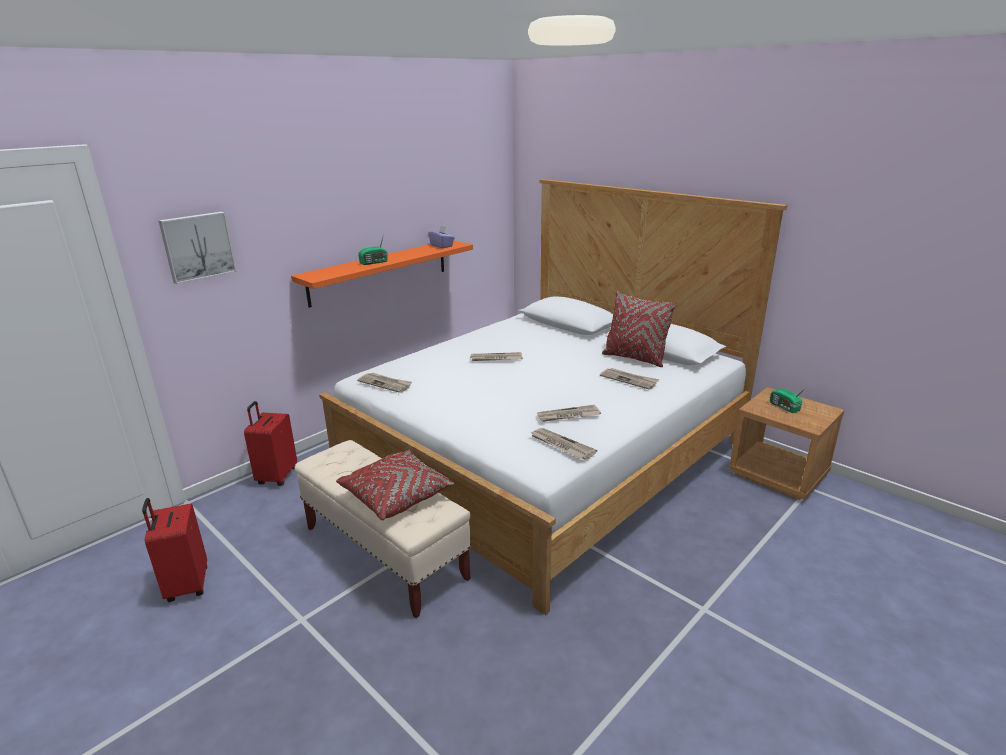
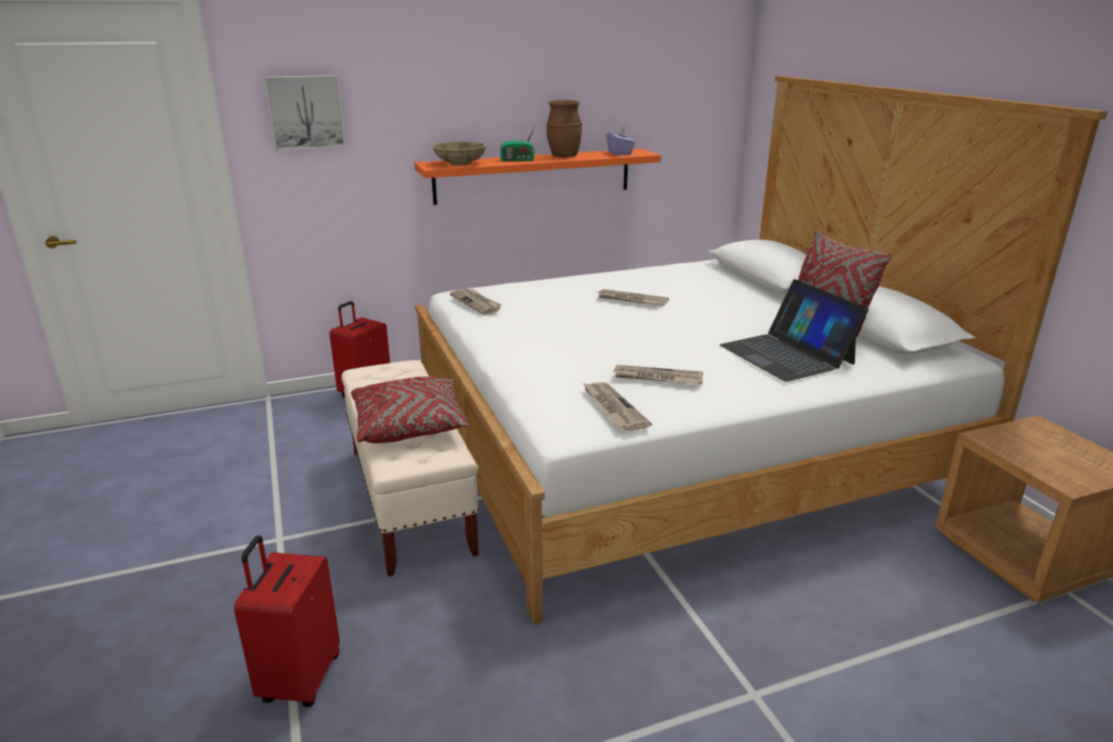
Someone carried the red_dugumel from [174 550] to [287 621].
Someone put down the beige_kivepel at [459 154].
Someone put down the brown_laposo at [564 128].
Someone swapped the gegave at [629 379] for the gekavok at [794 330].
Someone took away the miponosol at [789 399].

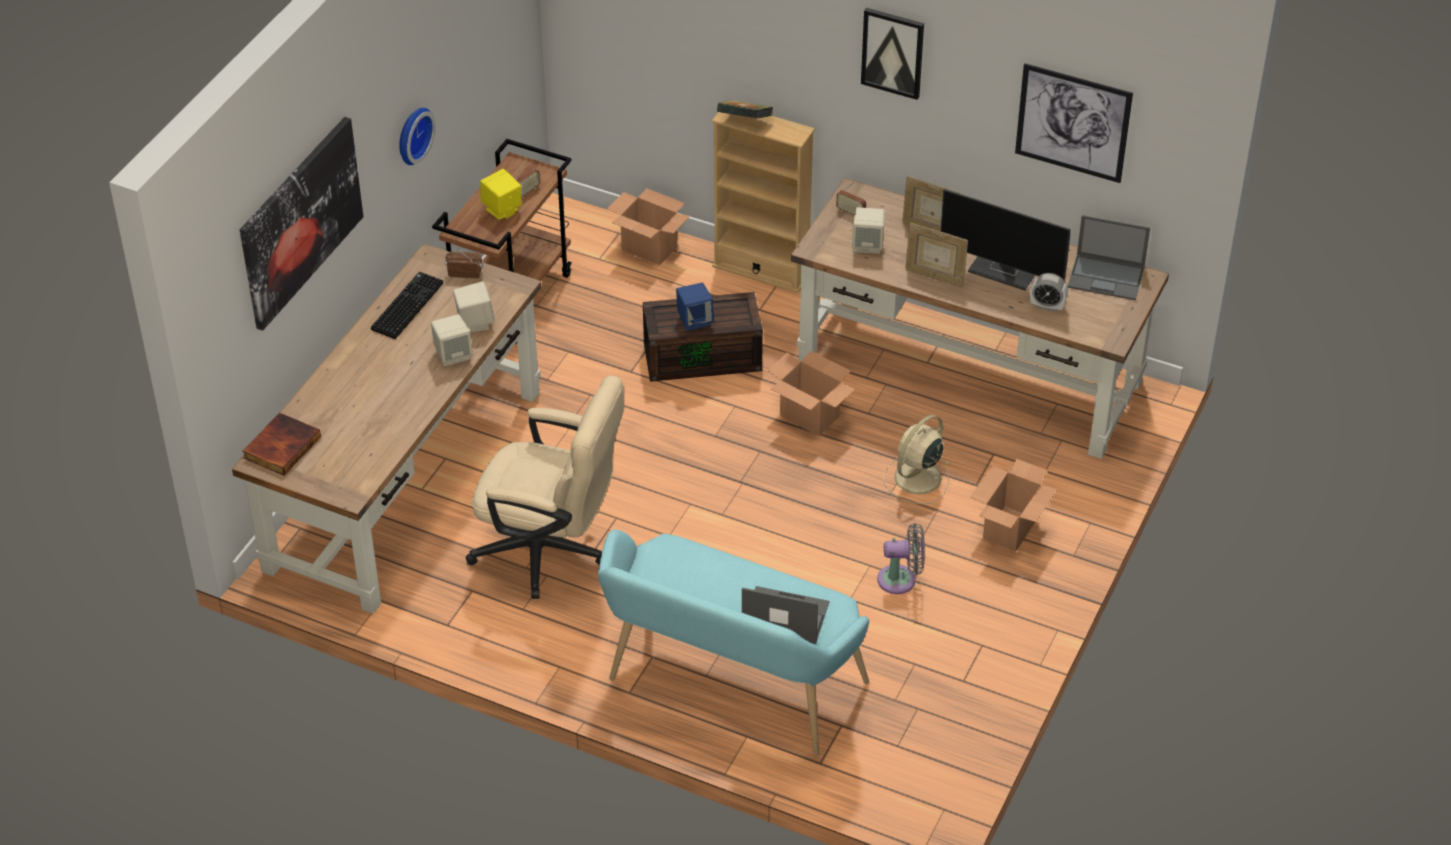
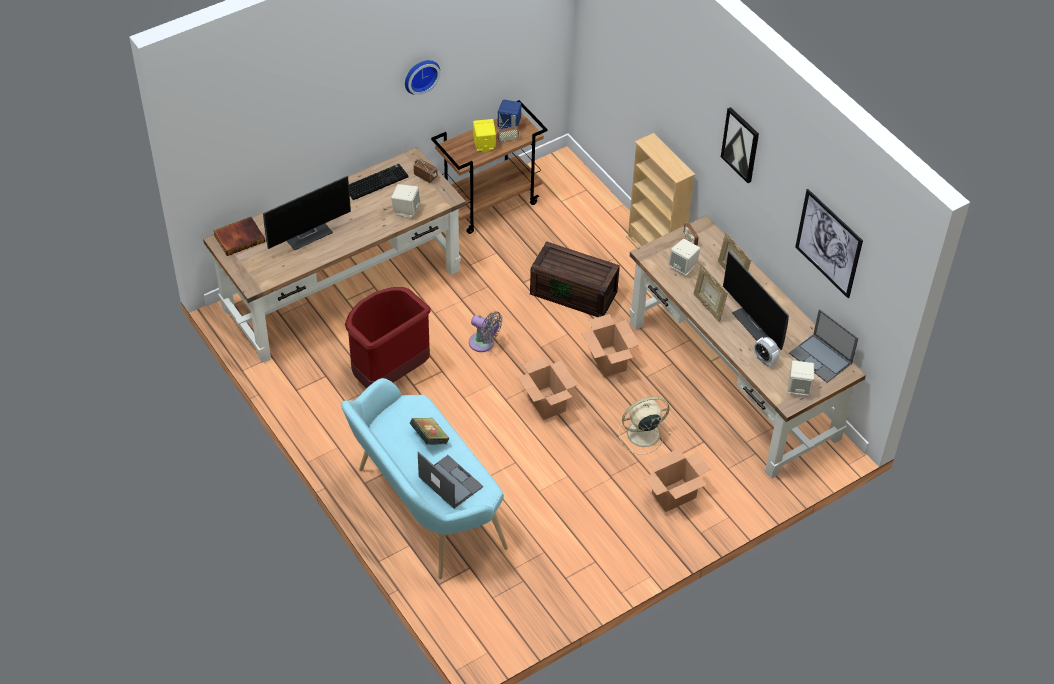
Someone put down the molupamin at [307 213].
Someone swapped the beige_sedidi at [545 487] for the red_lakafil at [388 337].
Someone carried the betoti from [745 109] to [430 431].
Someone carried the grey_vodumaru from [901 558] to [485 331].
Someone carried the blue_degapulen from [695 307] to [509 114].
Someone carried the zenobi from [648 226] to [548 388].
Someone carried the beige_degapulen from [452 340] to [801 378].
Someone took away the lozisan at [301 224].

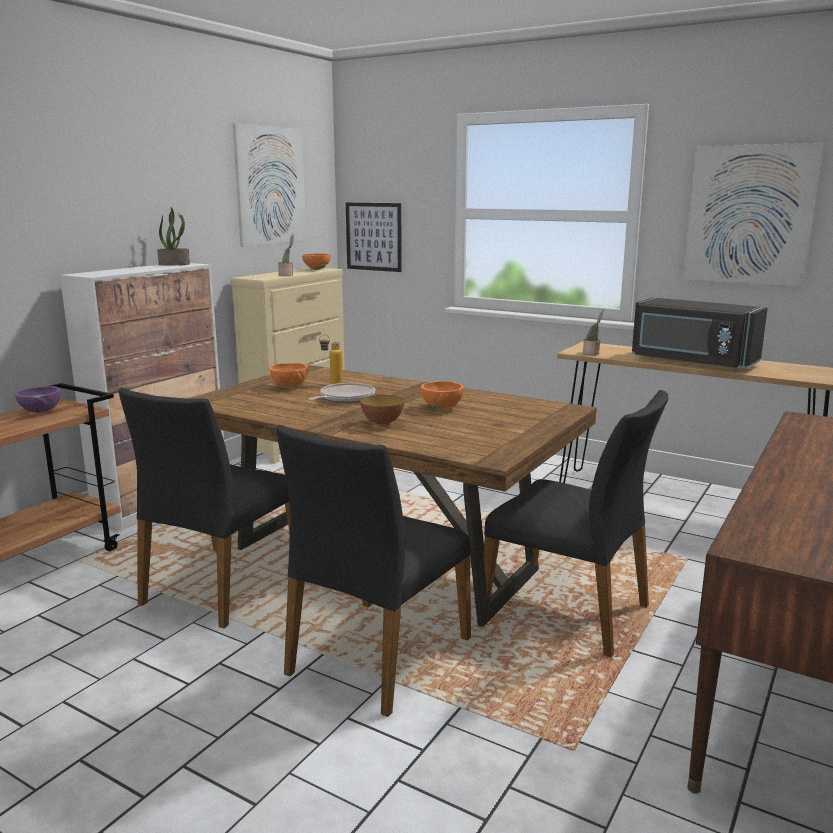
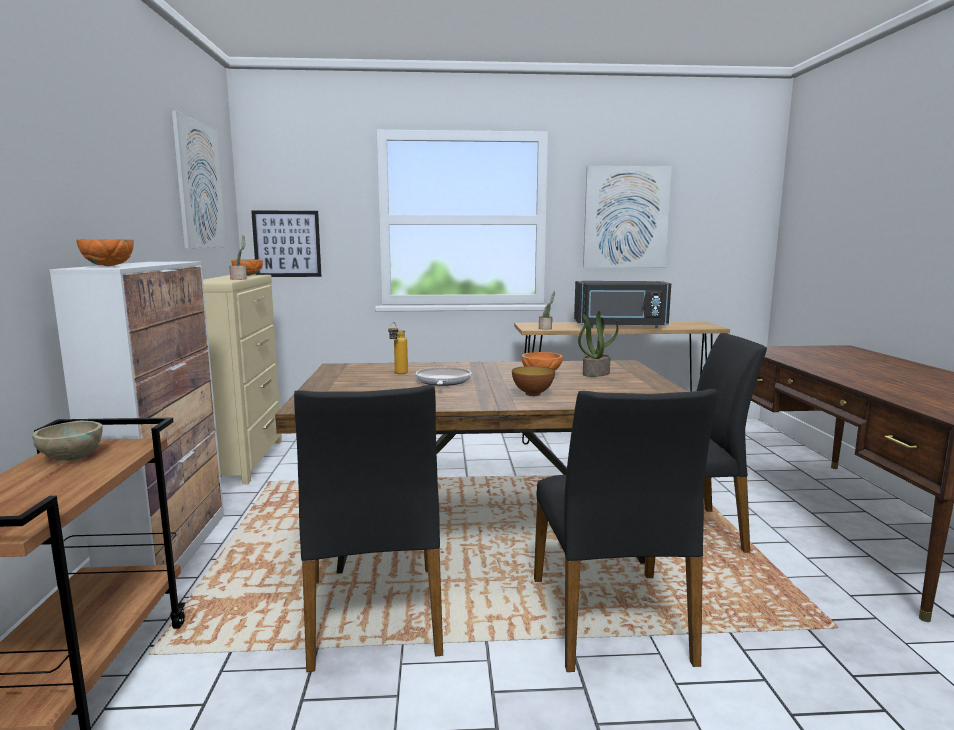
Someone repainted the purple_kivepel at [38 399], which became the beige_kivepel at [67 440].
Someone carried the orange_kivepel from [288 375] to [105 252].
Someone carried the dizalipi from [173 236] to [598 344].

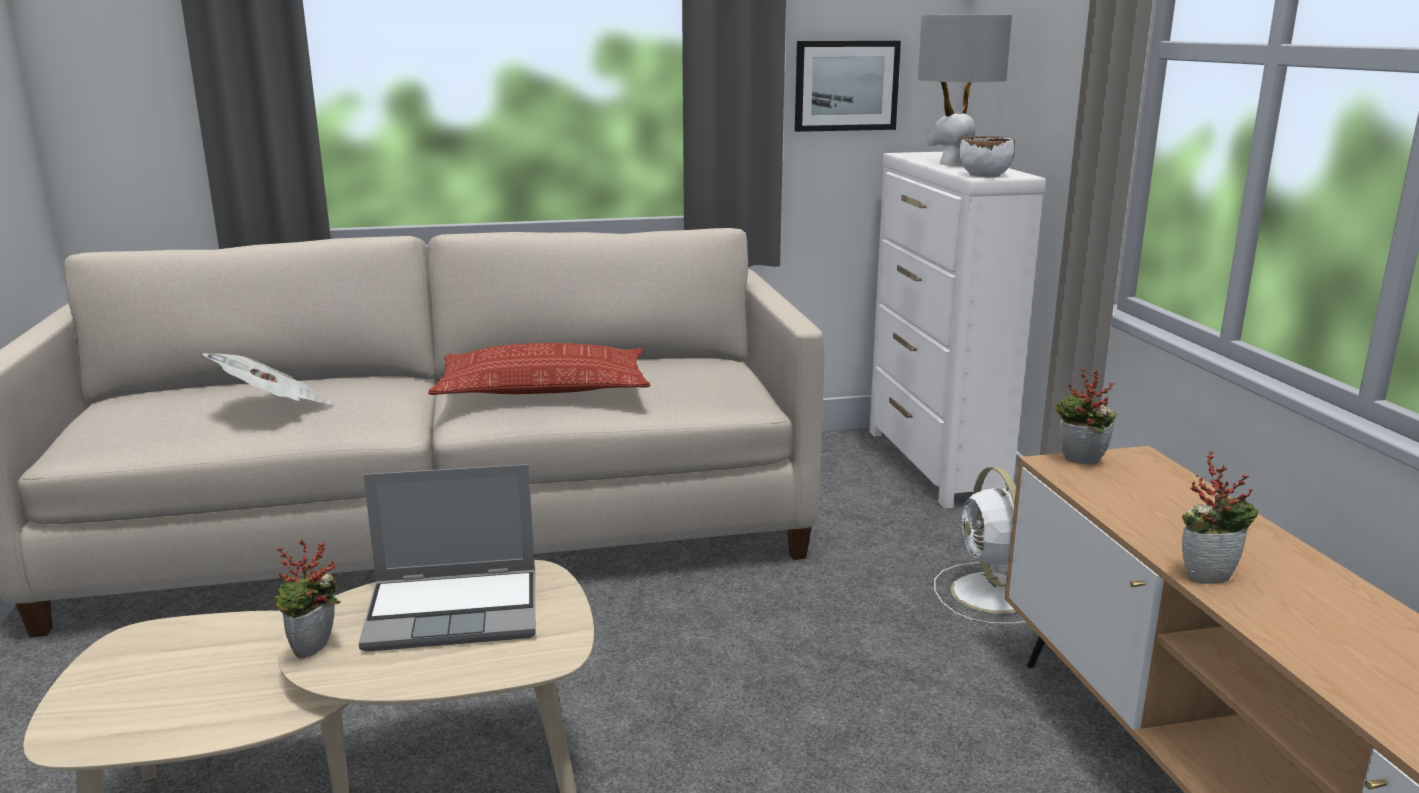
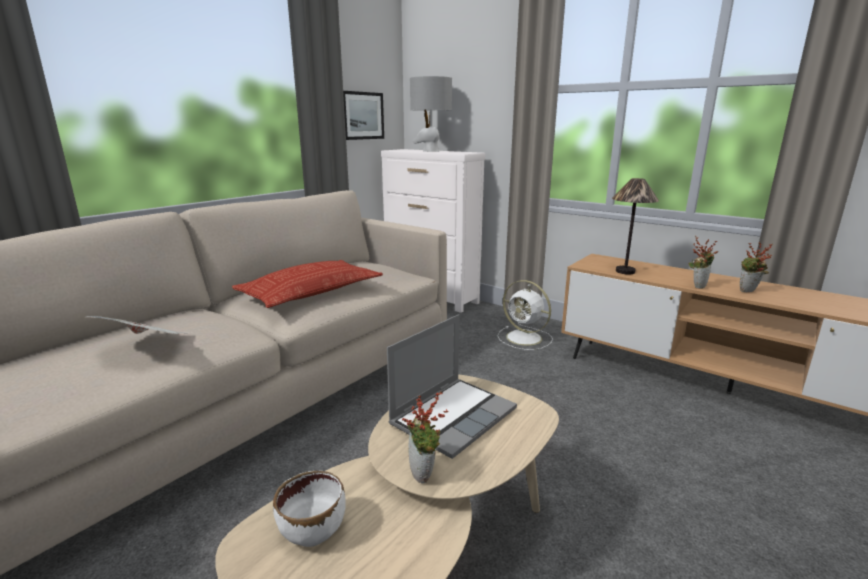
Someone carried the white_kivepel from [987 156] to [309 508].
Someone put down the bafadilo at [635 226].
Someone carried the dizalipi from [1085 416] to [756 267].

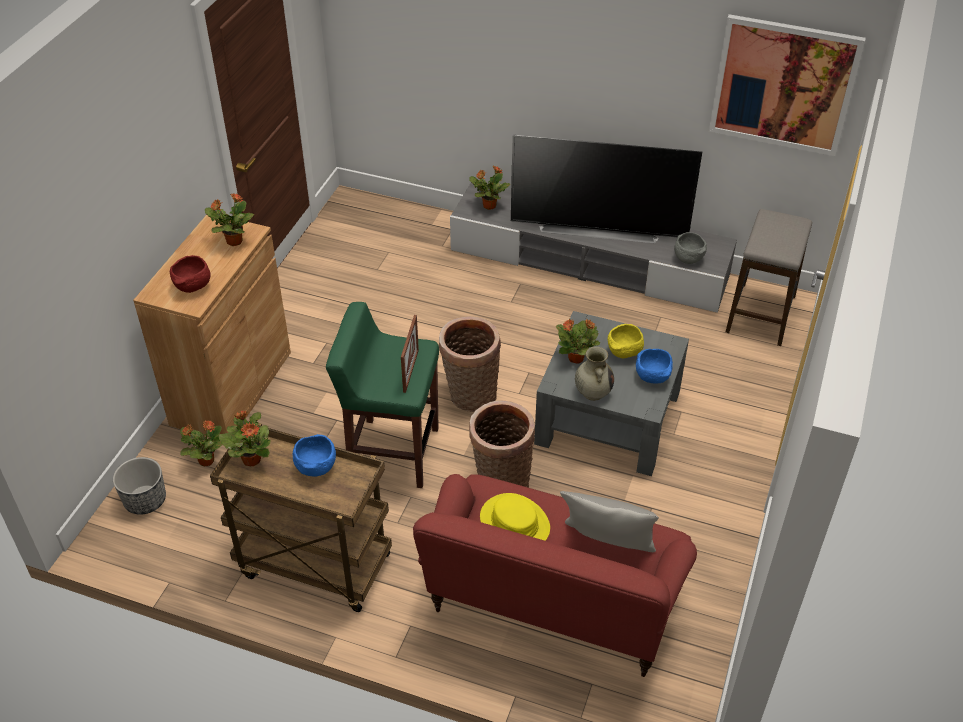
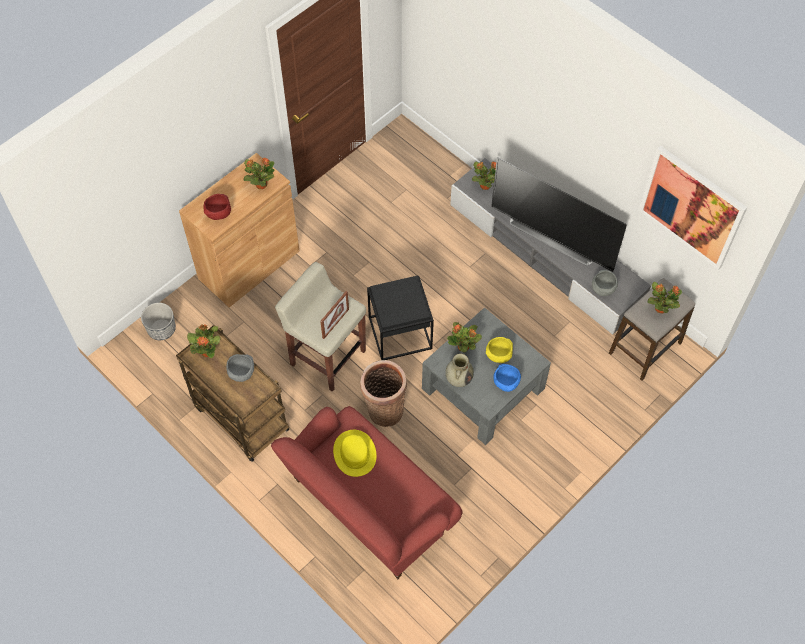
Someone repainted the blue_kivepel at [314 455], which became the grey_kivepel at [240 368].
Someone repainted the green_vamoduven at [382 395], which became the beige_vamoduven at [320 327].
Someone swapped the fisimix at [470 364] for the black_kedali at [400 317].
Someone carried the dizalipi from [201 443] to [664 297].
Someone took away the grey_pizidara at [609 521].

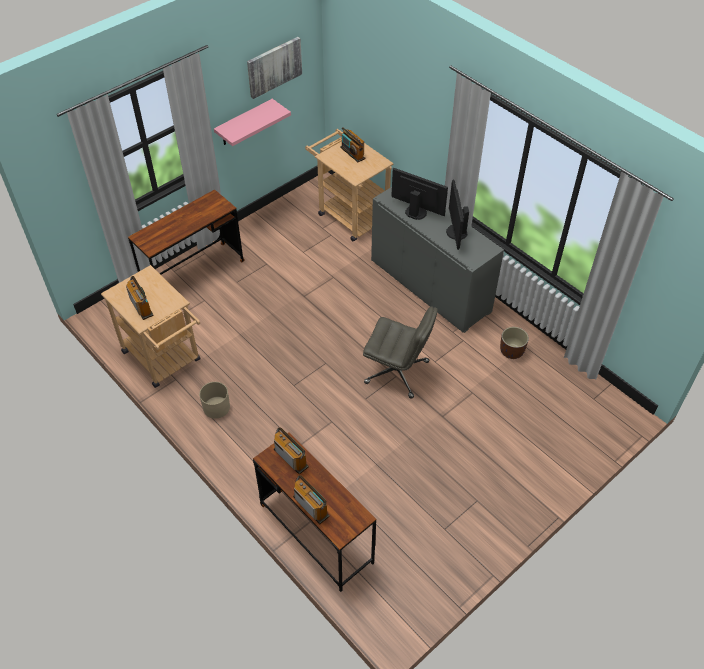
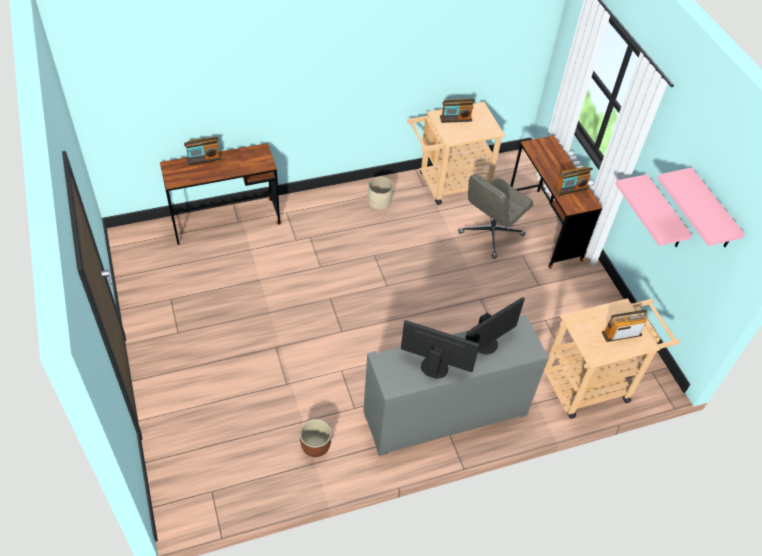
Someone carried the grey_sedidi from [400 352] to [495 216].
Someone carried the miponosol from [291 451] to [573 181].
Someone swapped the lozisan at [274 68] for the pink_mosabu at [701 207].

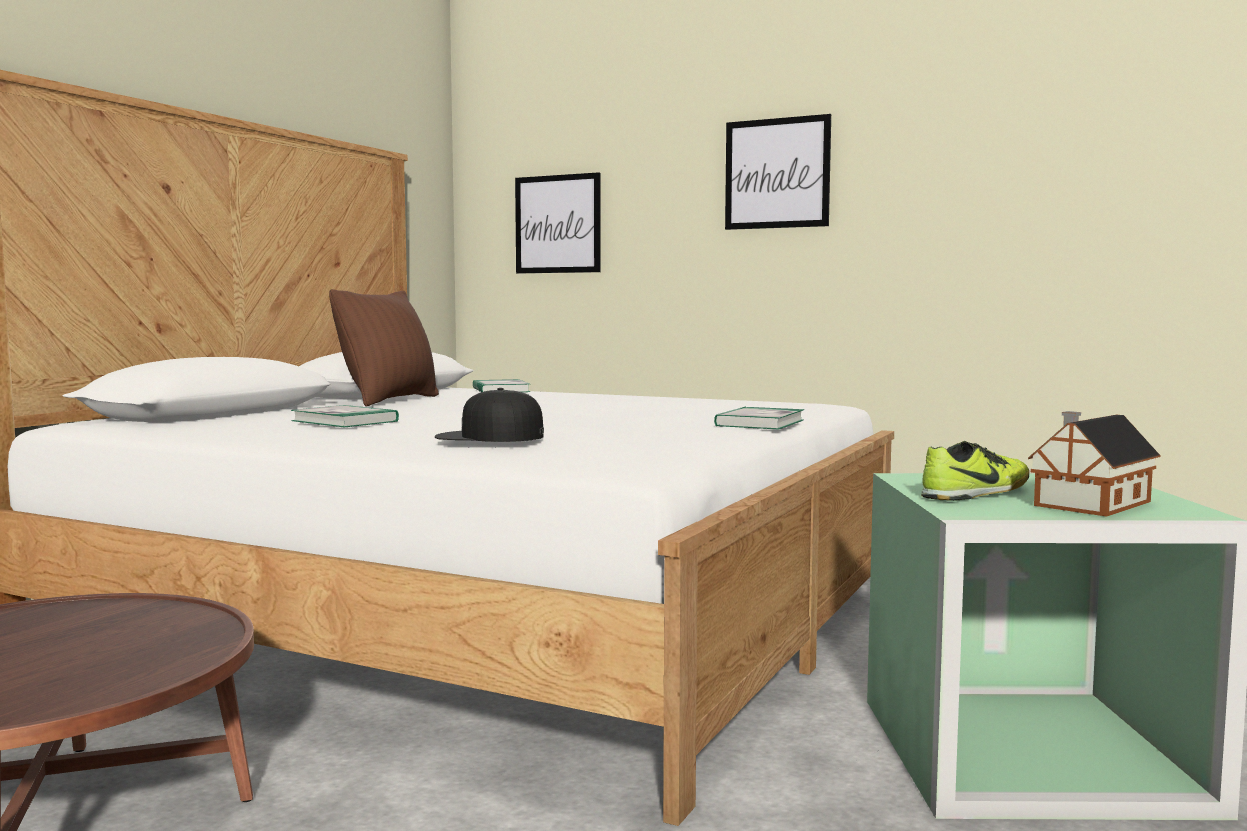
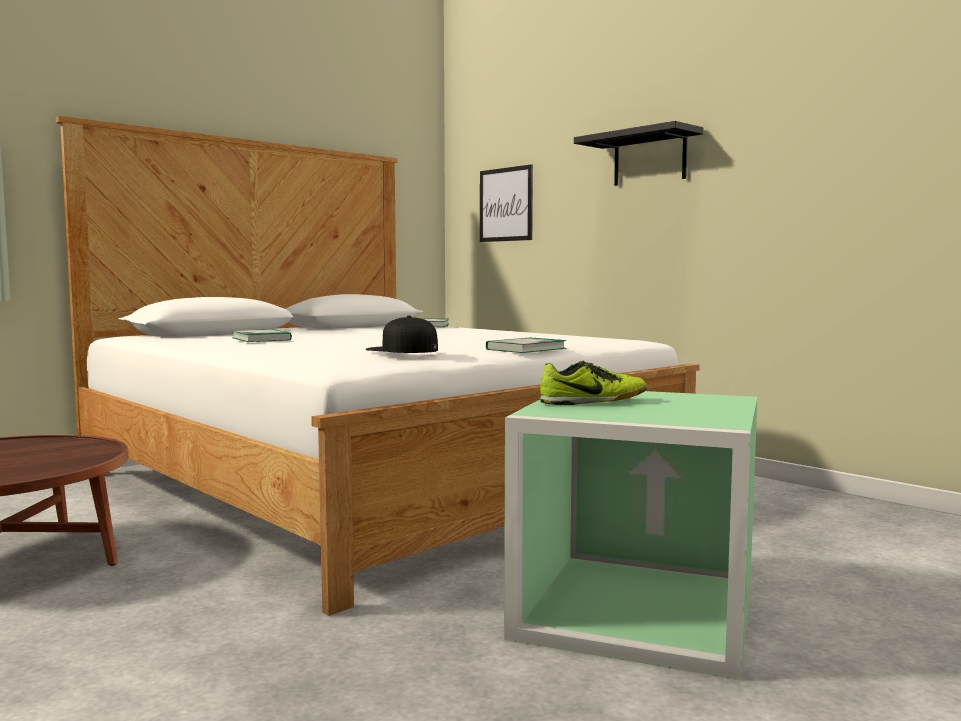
Someone carried the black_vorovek from [489 415] to [401 334].
Someone swapped the lozisan at [778 172] for the black_mosabu at [638 153].
Someone took away the brown_pizidara at [384 347].
Someone took away the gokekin at [1094 464].

